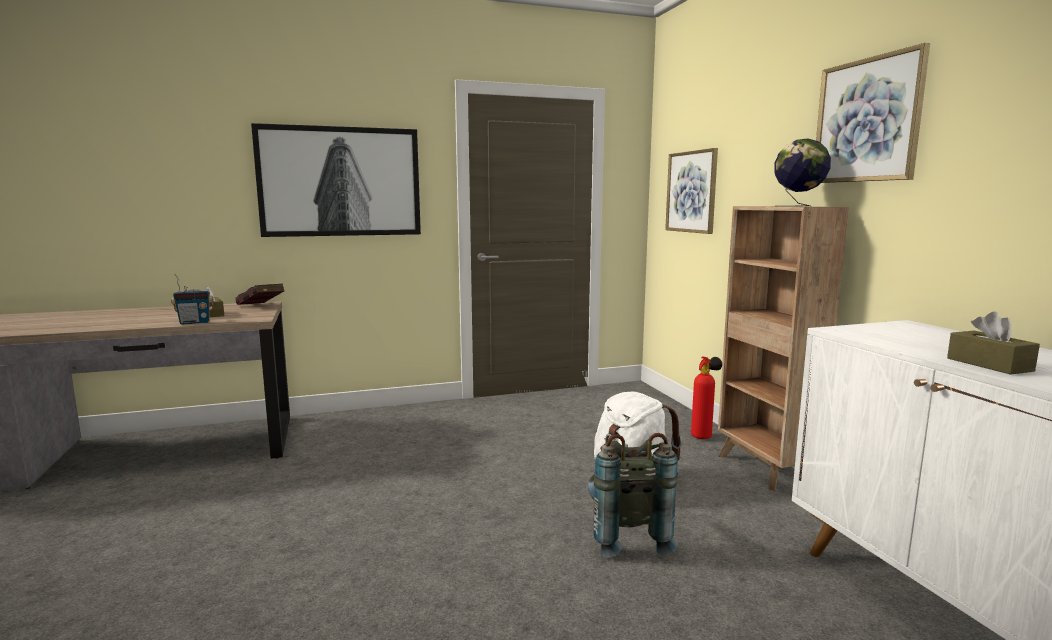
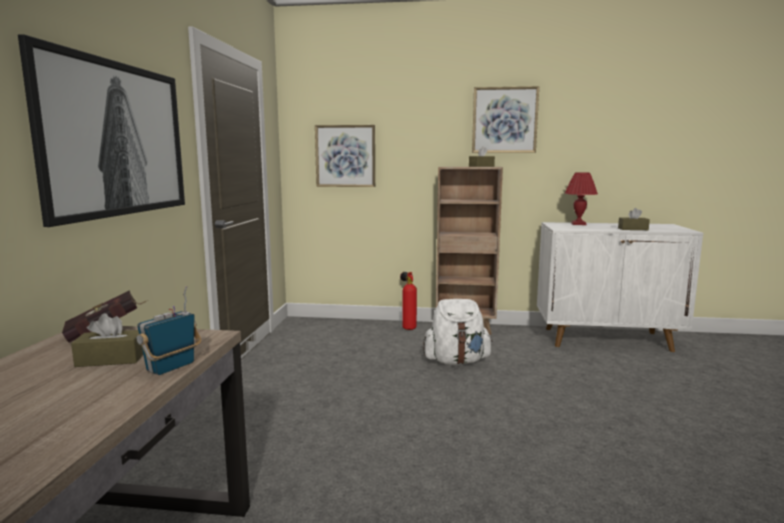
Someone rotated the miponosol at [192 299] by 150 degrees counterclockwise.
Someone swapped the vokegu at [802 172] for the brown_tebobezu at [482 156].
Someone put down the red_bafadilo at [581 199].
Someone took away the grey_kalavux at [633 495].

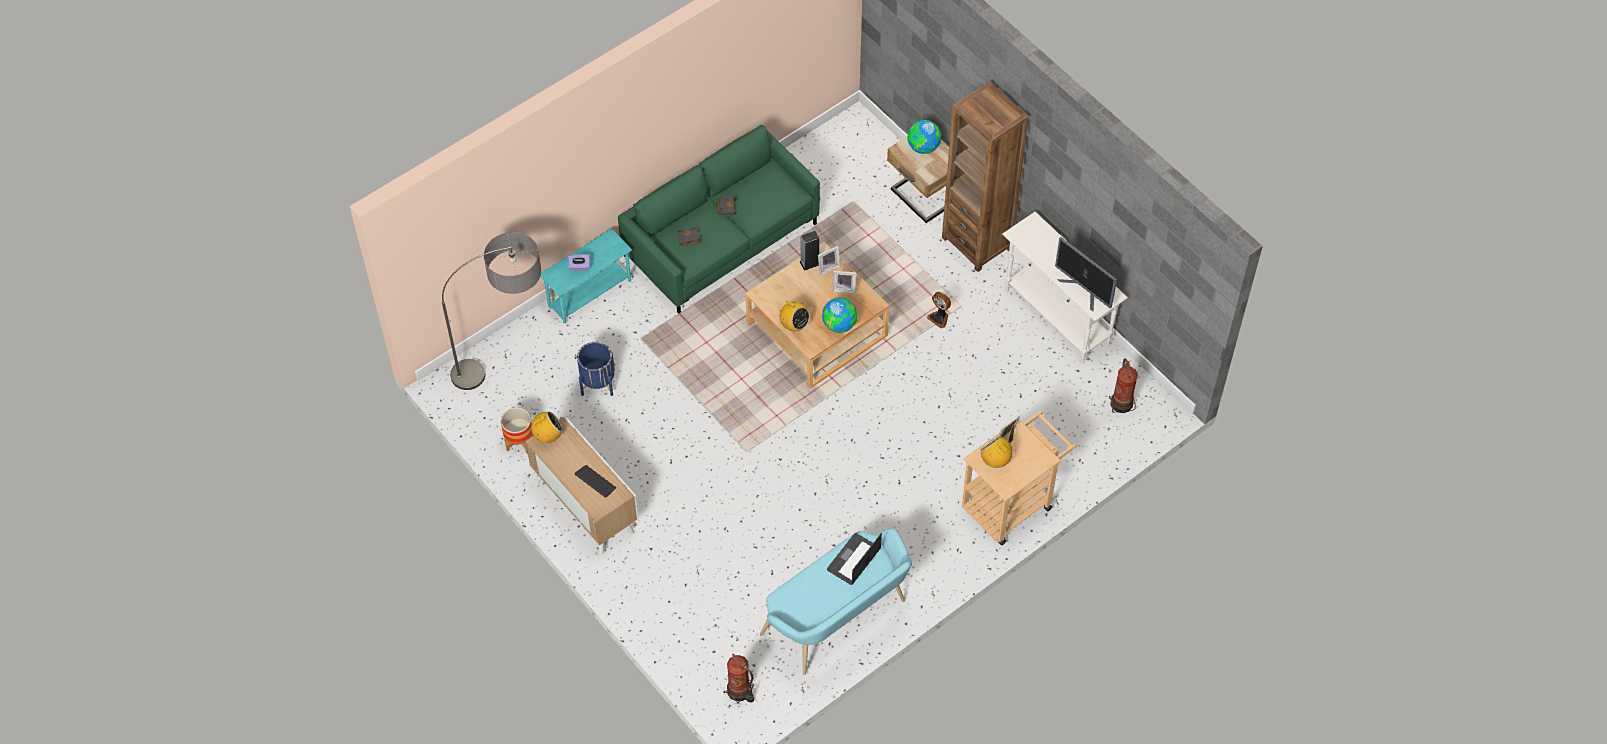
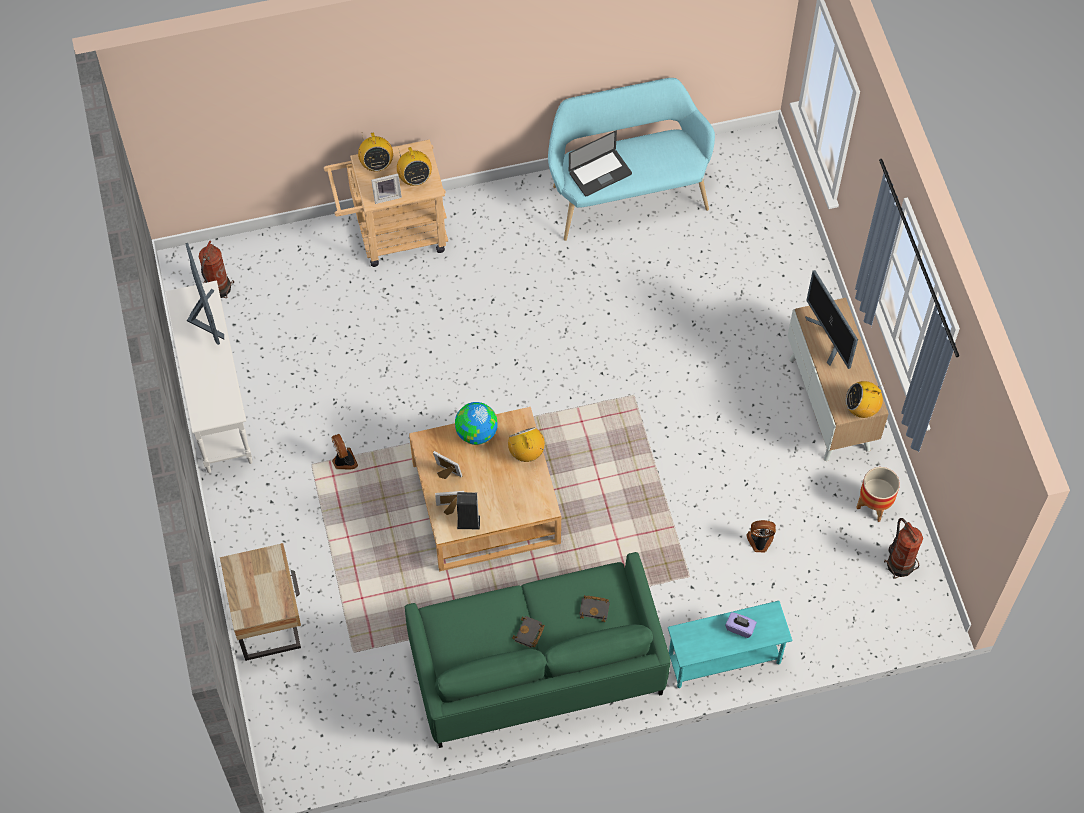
Someone put down the miponosol at [375 152].
Someone swapped the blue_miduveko at [596 369] for the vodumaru at [761 536].
Someone swapped the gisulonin at [595 481] for the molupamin at [831 319].
Someone carried the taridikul from [739 679] to [903 548].
Someone took away the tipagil at [491 311].
Someone took away the vokegu at [924 137].
Someone took away the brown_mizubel at [985 176].

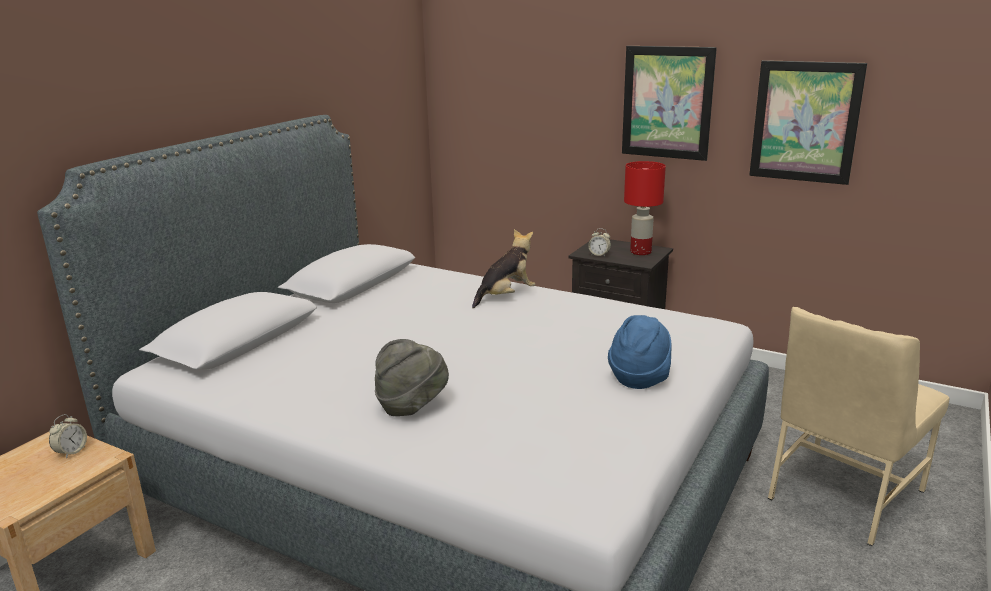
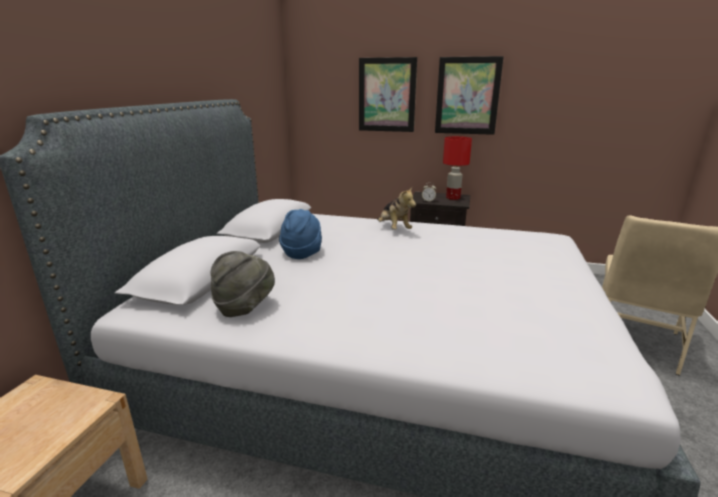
Someone carried the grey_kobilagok from [412 377] to [243 284].
Someone carried the blue_kobilagok from [639 352] to [300 234].
Someone carried the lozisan from [808 122] to [388 94].
Someone rotated the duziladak at [503 269] by 120 degrees clockwise.
Someone took away the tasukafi at [68 436].

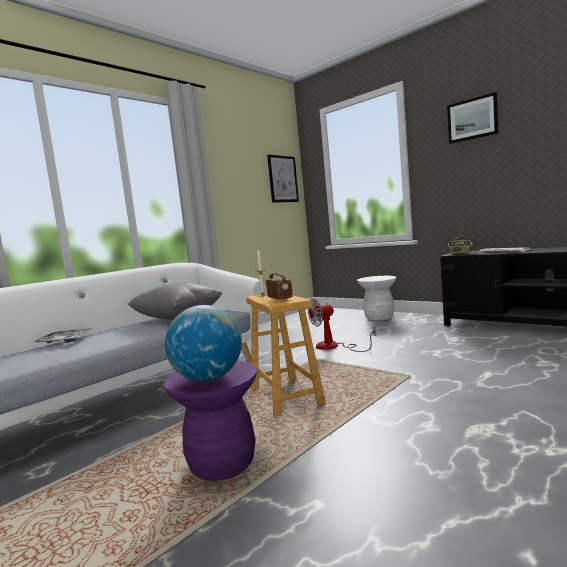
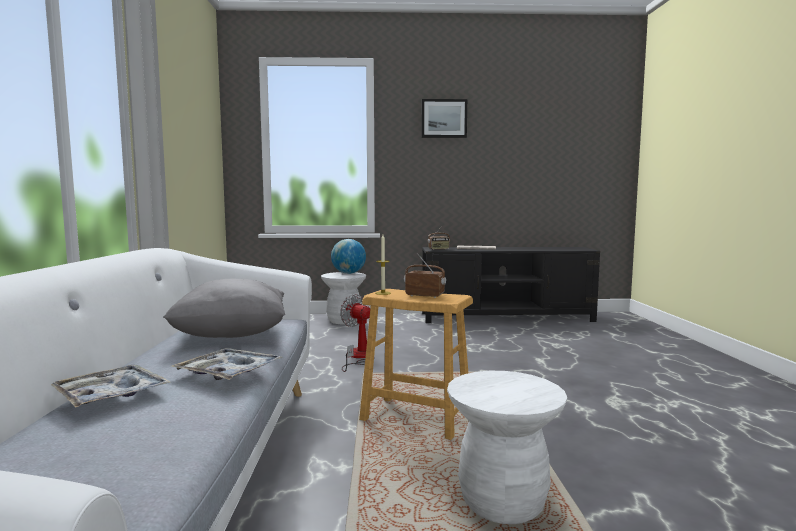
Someone put down the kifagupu at [227 364].
Someone carried the vokegu from [203 343] to [348 256].
Someone rotated the vodumaru at [342 325] by 105 degrees clockwise.
Someone repainted the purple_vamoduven at [210 421], which became the white_vamoduven at [507 447].
Someone took away the lozisan at [283 178].

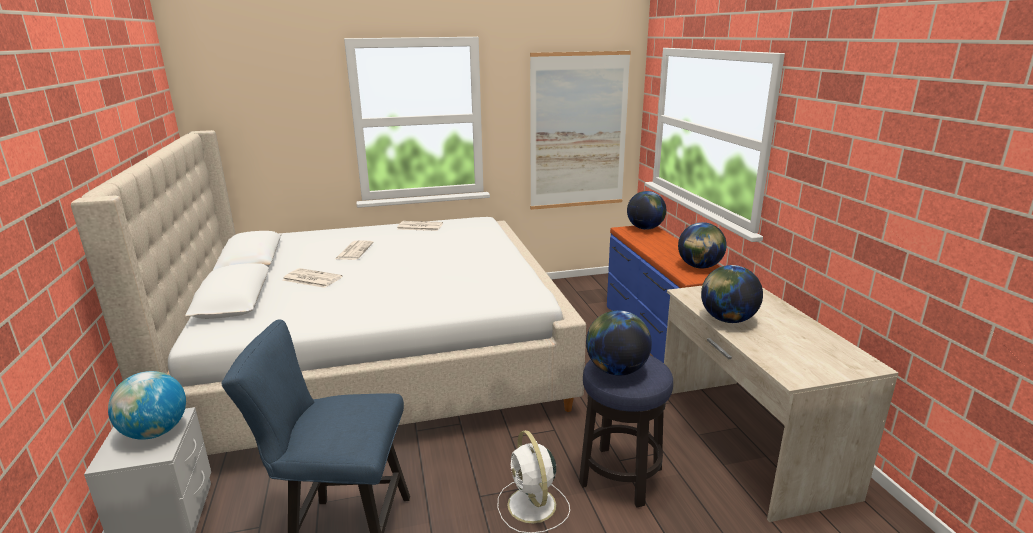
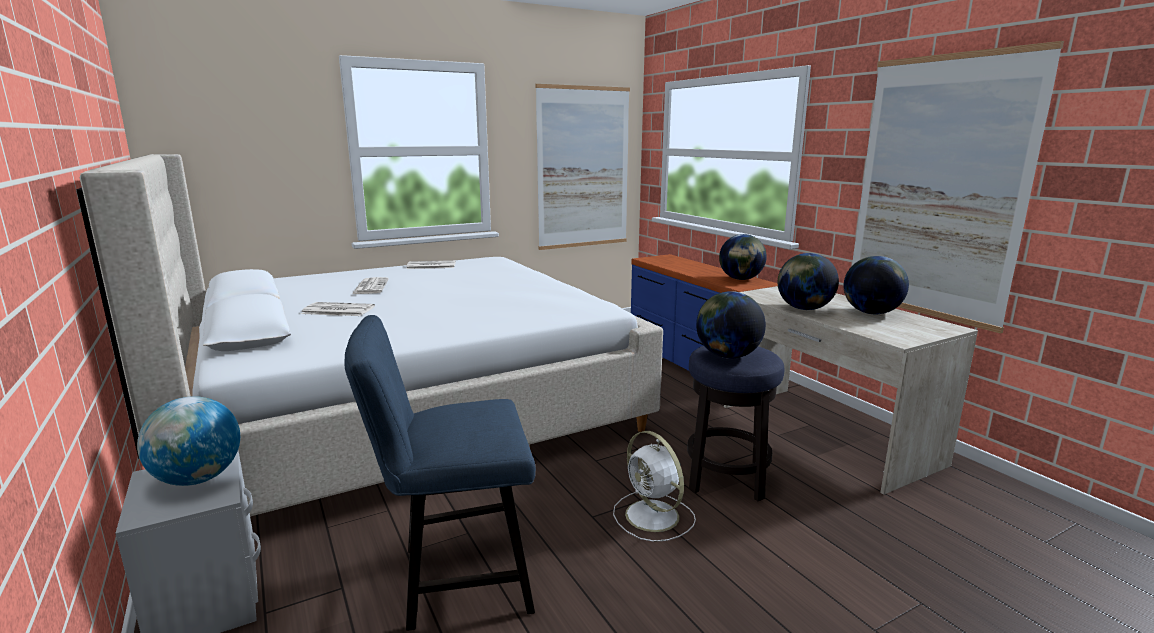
Someone carried the vokegu from [646 210] to [876 285].
Someone put up the lozisan at [958 187].

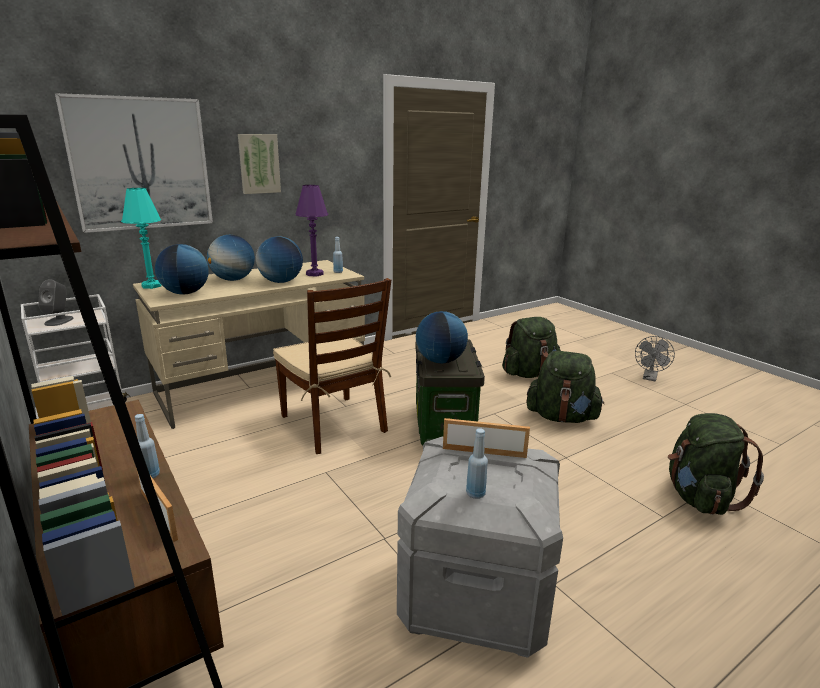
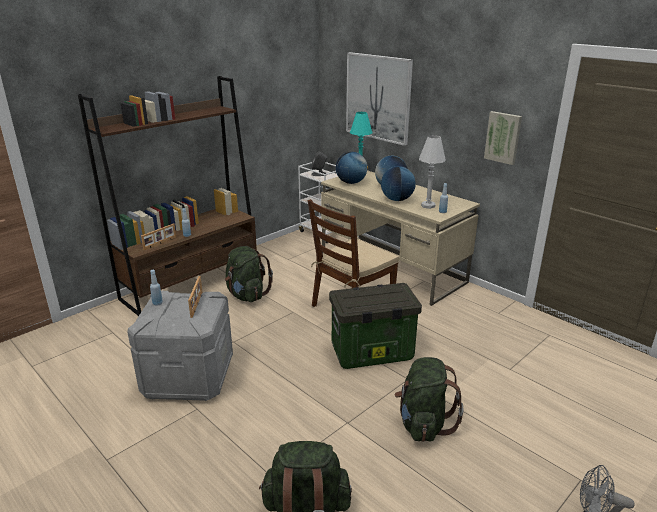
Someone carried the green_kalavux from [531 347] to [249 274].
Someone repainted the purple_bafadilo at [311 230], which became the white_bafadilo at [432 172].
Someone carried the lozisan from [259 164] to [503 138].
Someone took away the vokegu at [442 337].

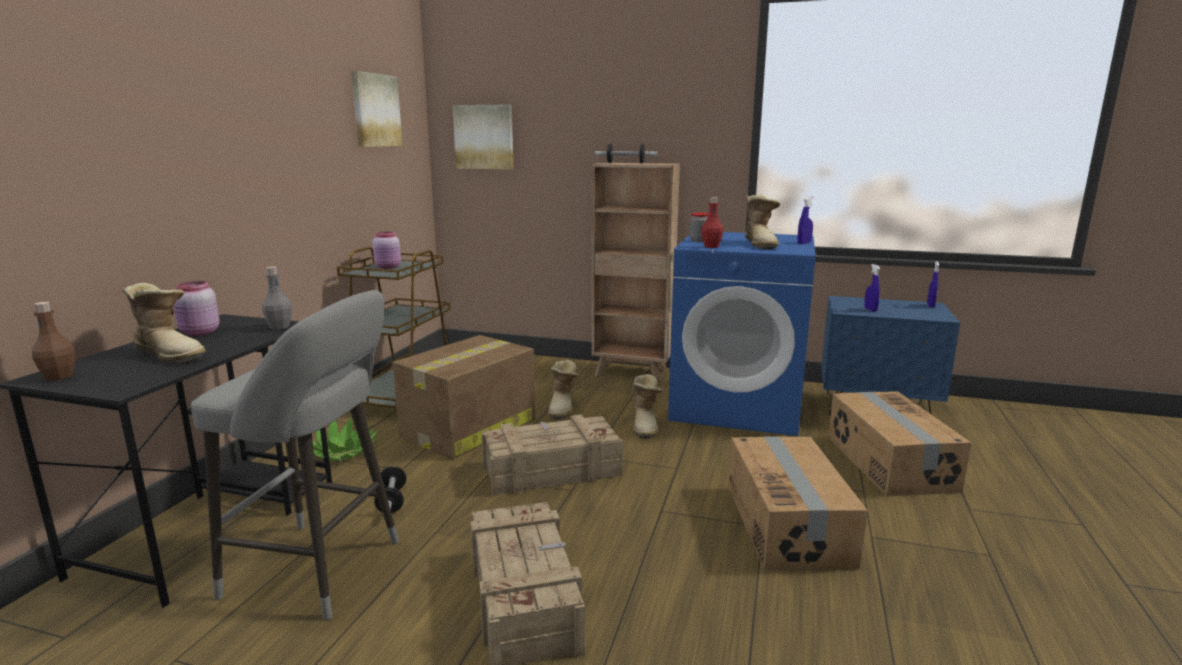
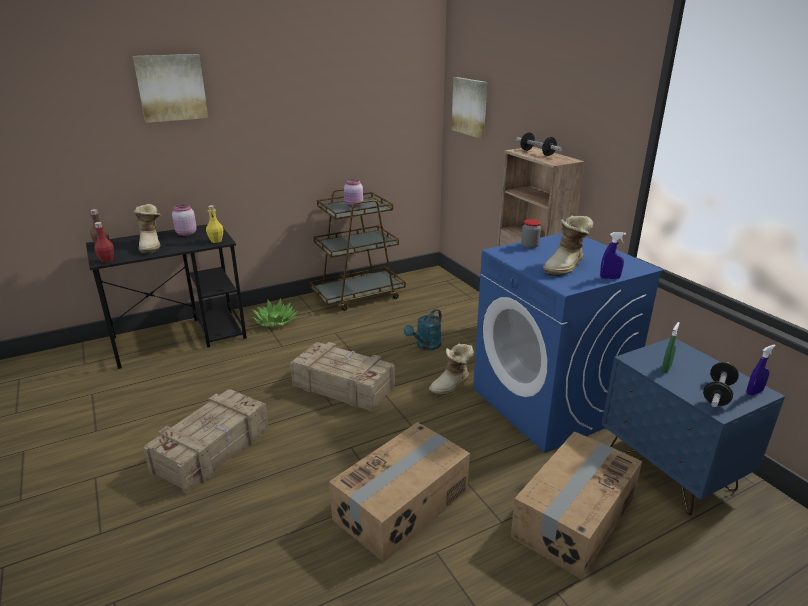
Someone carried the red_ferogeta from [712 222] to [104 242].
Someone carried the lozisan from [377 109] to [170 88].
Someone repainted the grey_ferogeta at [277 298], which became the yellow_ferogeta at [214 224].
Someone swapped the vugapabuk at [563 389] for the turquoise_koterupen at [423 329].
Someone repainted the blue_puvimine at [872 288], which became the green_puvimine at [670 347].
Someone carried the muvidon from [390 489] to [721 384].
Someone took away the grey_vamoduven at [295 455].
Someone took away the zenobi at [464 397].

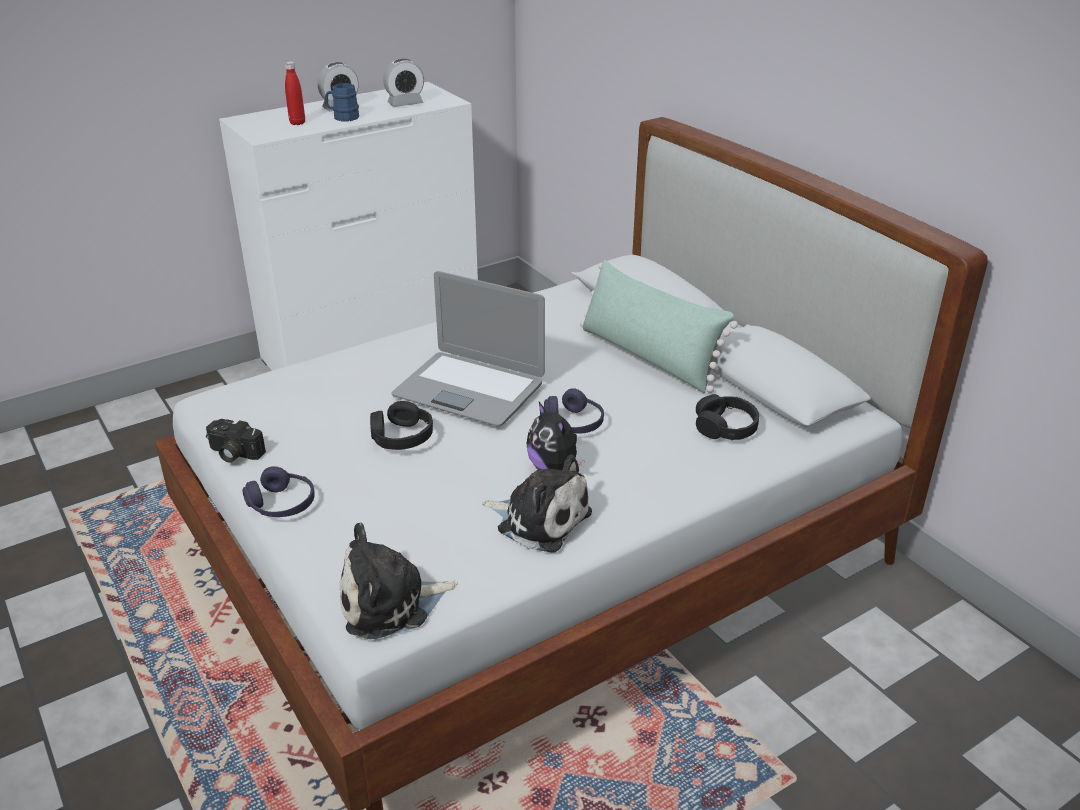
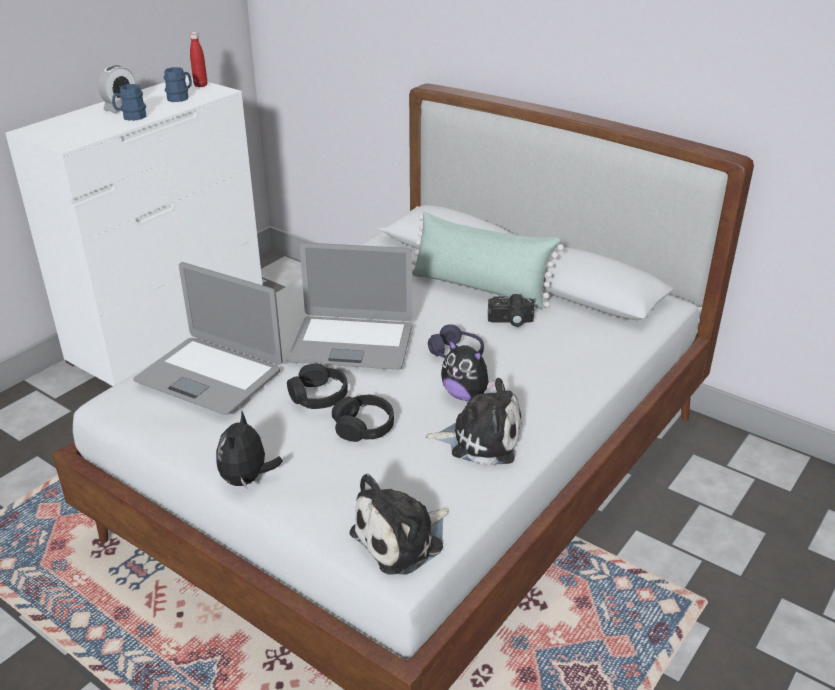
Someone put down the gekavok at [208 338].
Someone swapped the tasukafi at [403 83] for the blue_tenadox at [178 84].
Someone carried the red_ferogeta from [295 93] to [198 59].
Someone swapped the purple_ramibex at [278 491] for the duziladak at [249 449].
Someone carried the black_ramibex from [727 417] to [363 418].
Someone carried the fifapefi from [236 440] to [511 310].

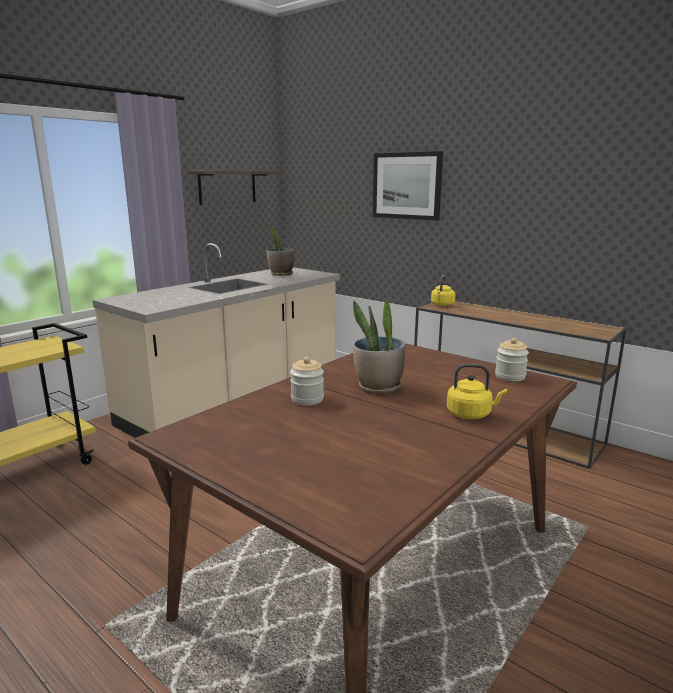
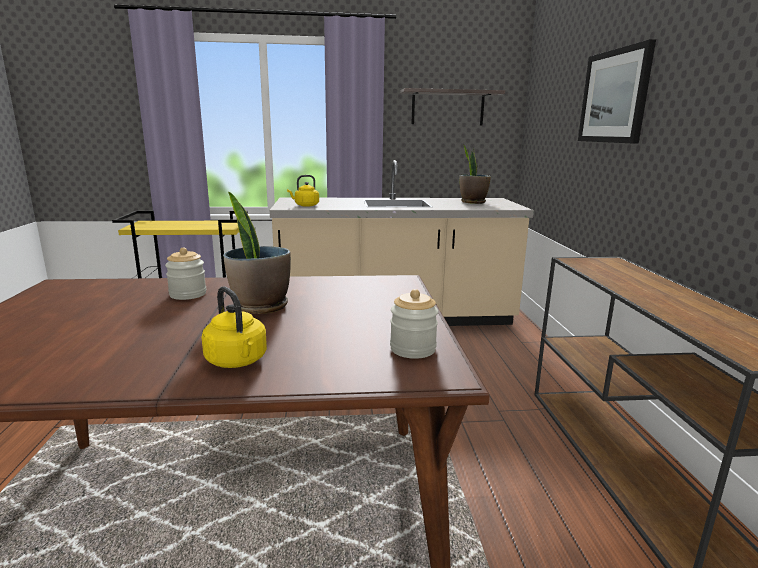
Someone carried the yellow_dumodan from [443 290] to [303 191].

